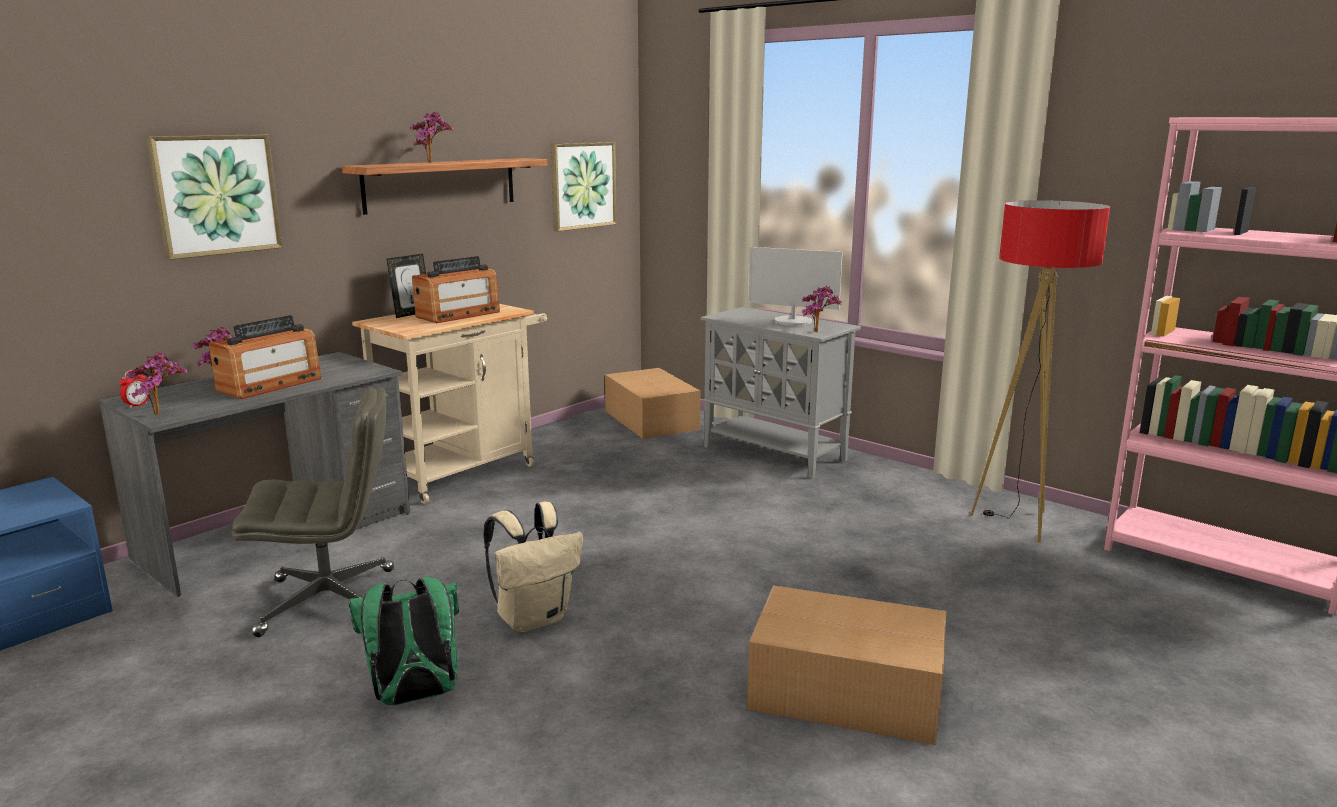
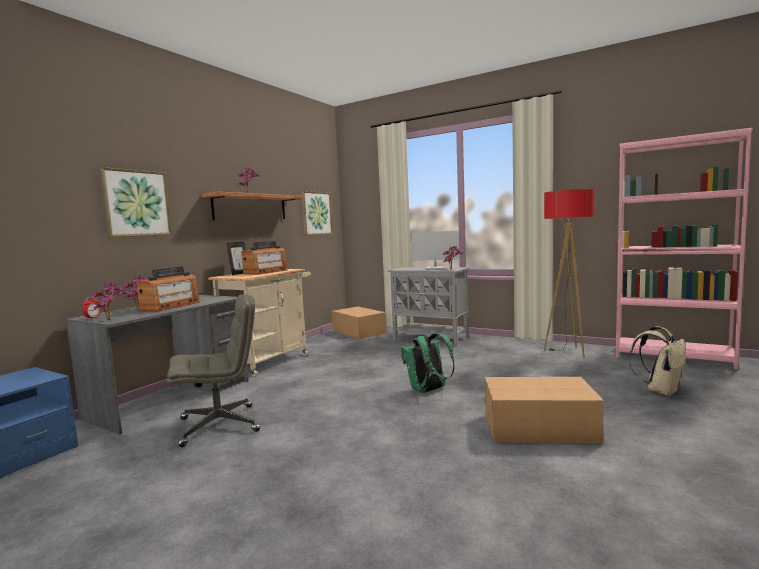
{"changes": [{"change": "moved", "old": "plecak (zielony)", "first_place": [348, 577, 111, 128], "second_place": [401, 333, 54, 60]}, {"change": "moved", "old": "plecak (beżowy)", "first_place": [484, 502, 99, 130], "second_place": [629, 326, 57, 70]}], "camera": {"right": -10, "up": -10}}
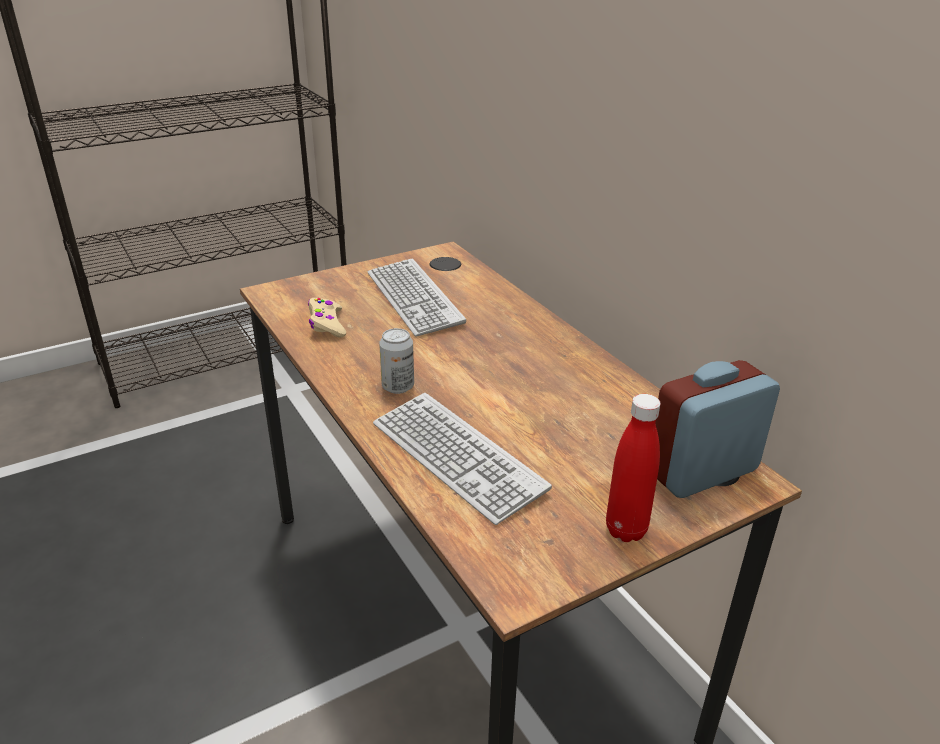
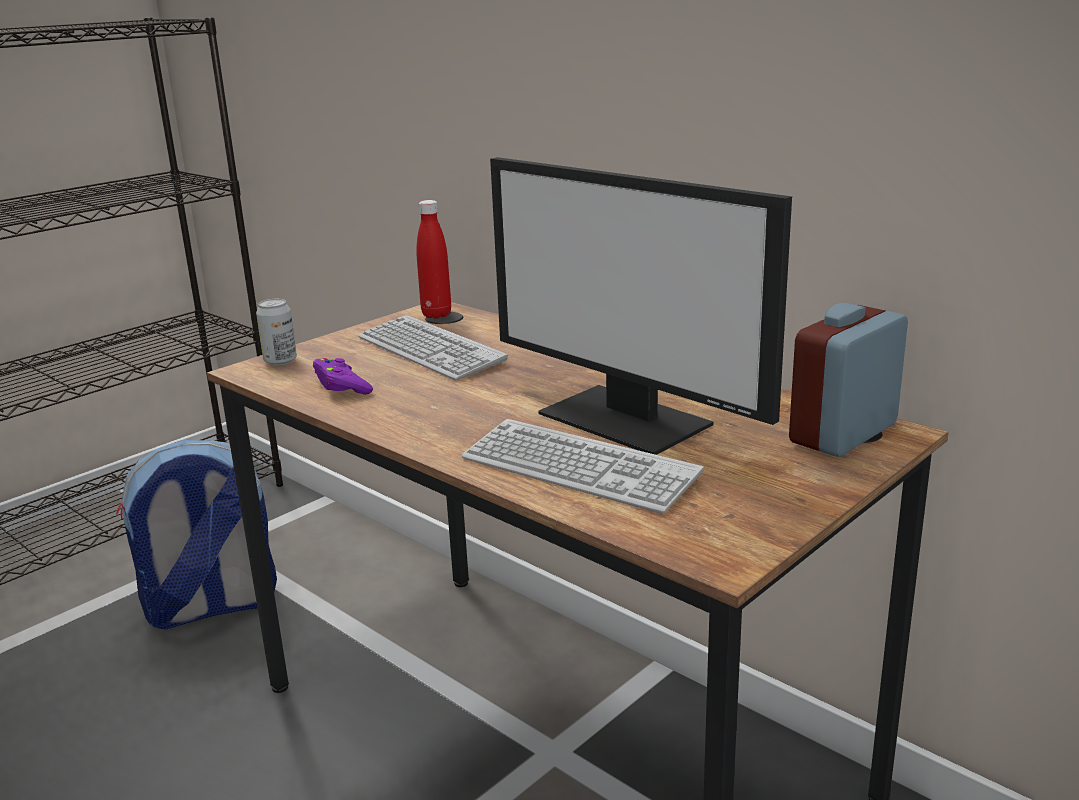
{"changes": [{"change": "added", "new": "plecak", "second_place": [116, 440, 161, 189]}, {"change": "added", "new": "monitor", "second_place": [490, 157, 302, 298]}, {"change": "moved", "old": "puszka", "first_place": [379, 328, 35, 66], "second_place": [256, 299, 41, 66]}, {"change": "moved", "old": "butelka (czerwony)", "first_place": [606, 394, 55, 148], "second_place": [416, 200, 35, 119]}, {"change": "recoloured", "old": "pad do gier (beżowy)", "new": "pad do gier (fioletowy)", "first_place": [308, 298, 38, 40], "second_place": [313, 358, 60, 37]}], "camera": {"right": -15, "up": -10}}
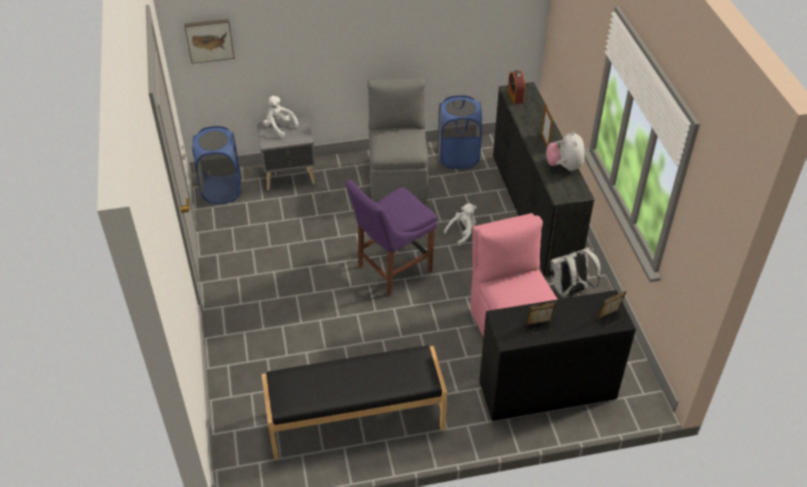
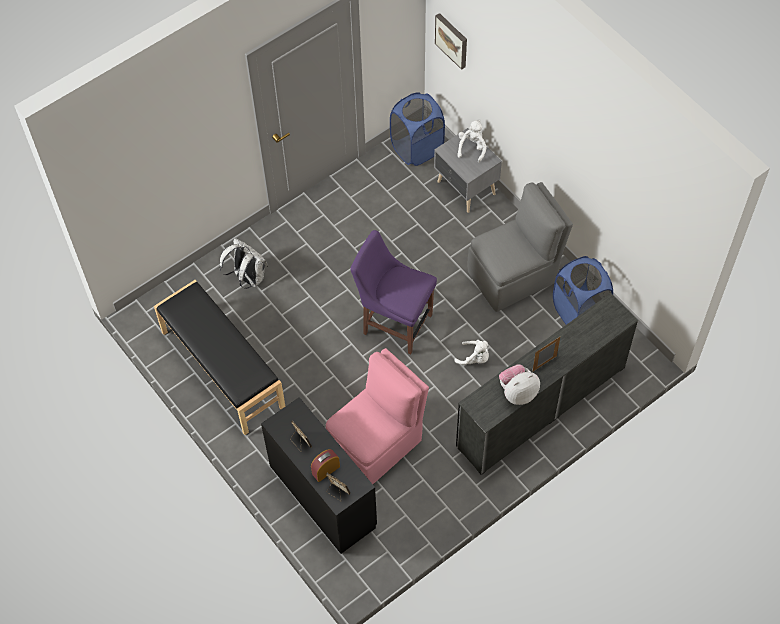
{"changes": [{"change": "moved", "old": "budzik", "first_place": [508, 70, 17, 34], "second_place": [311, 449, 29, 33]}, {"change": "moved", "old": "plecak (biały)", "first_place": [550, 247, 51, 51], "second_place": [219, 238, 49, 51]}], "camera": {"right": 65, "up": 15}}
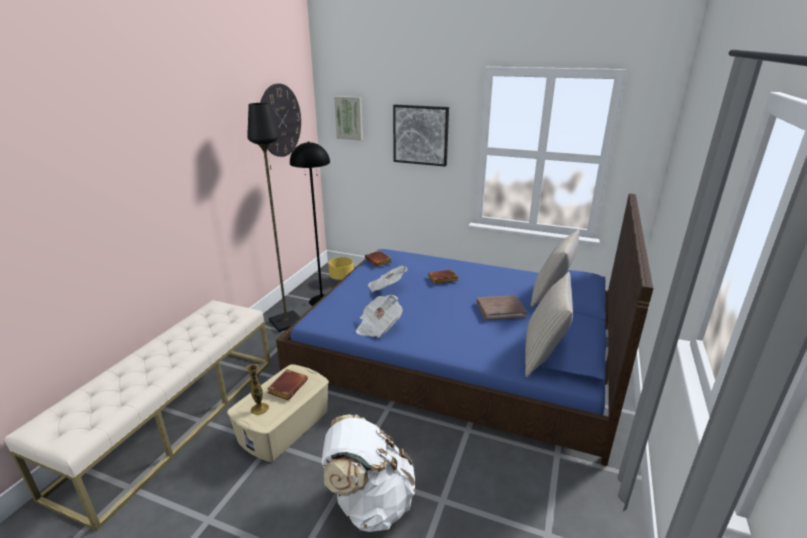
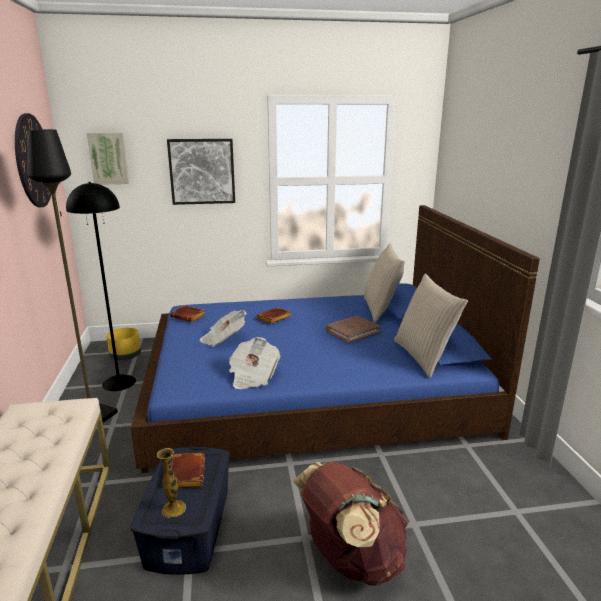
{"changes": [{"change": "recoloured", "old": "pojemnik do przechowywania (beżowy)", "new": "pojemnik do przechowywania (niebieski)", "first_place": [227, 364, 102, 98], "second_place": [130, 447, 100, 128]}, {"change": "recoloured", "old": "plecak (biały)", "new": "plecak (brązowy)", "first_place": [322, 414, 93, 118], "second_place": [293, 462, 115, 124]}], "camera": {"right": -30, "up": -5}}
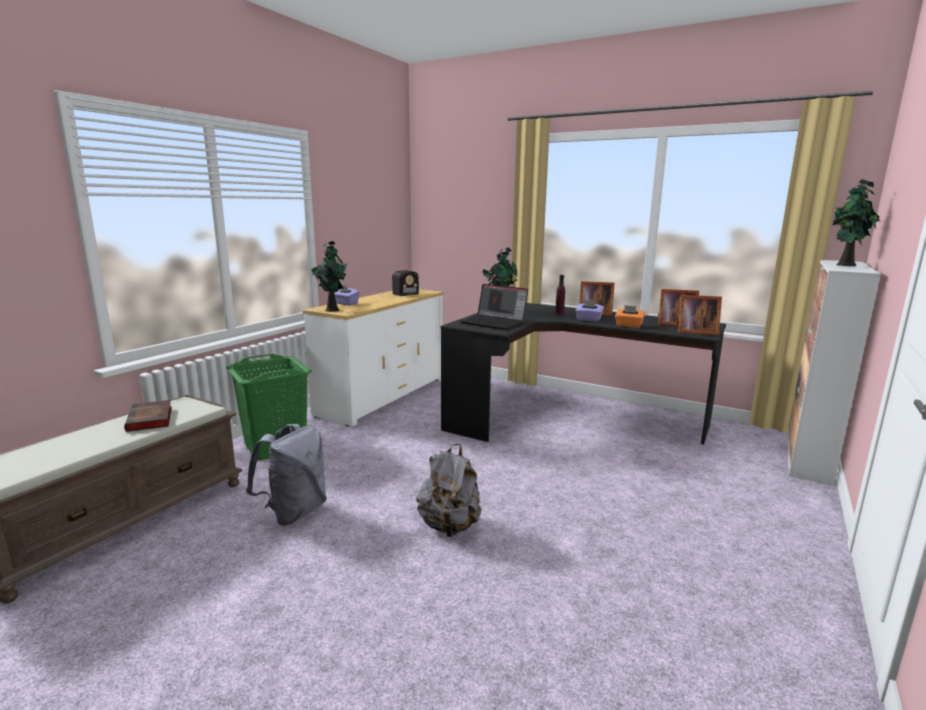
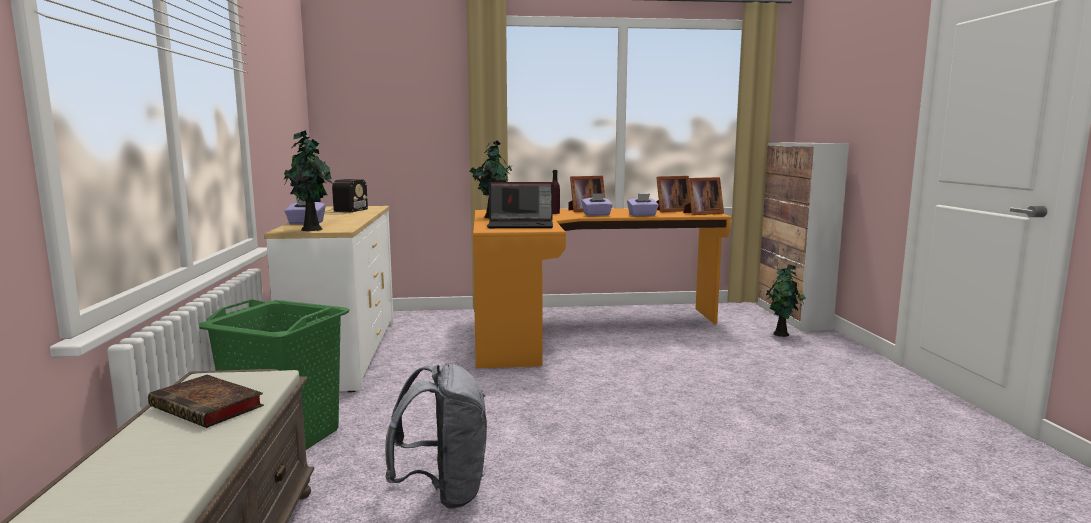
{"changes": [{"change": "removed", "old": "plecak (szary)", "first_place": [416, 444, 66, 93]}, {"change": "moved", "old": "roślina doniczkowa", "first_place": [832, 179, 48, 87], "second_place": [766, 264, 40, 73]}, {"change": "recoloured", "old": "biurko (czarny)", "new": "biurko (pomarańczowy)", "first_place": [440, 303, 286, 142], "second_place": [473, 208, 259, 160]}, {"change": "recoloured", "old": "pudełko chusteczek (pomarańczowy)", "new": "pudełko chusteczek (fioletowy)", "first_place": [615, 305, 30, 23], "second_place": [627, 194, 32, 22]}], "camera": {"right": -35, "up": -5}}
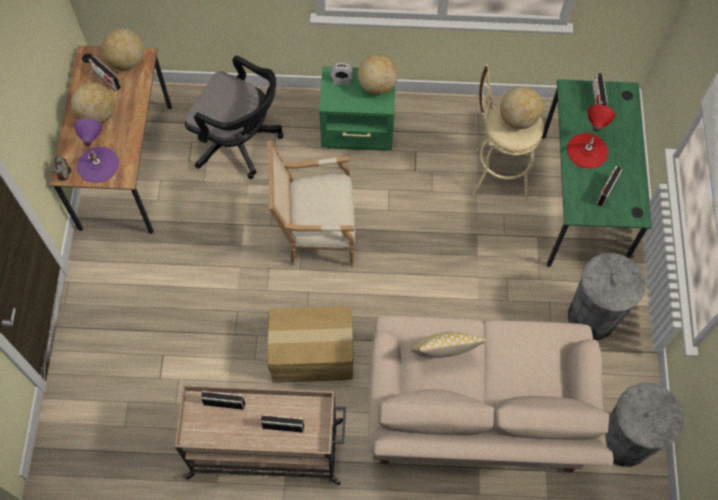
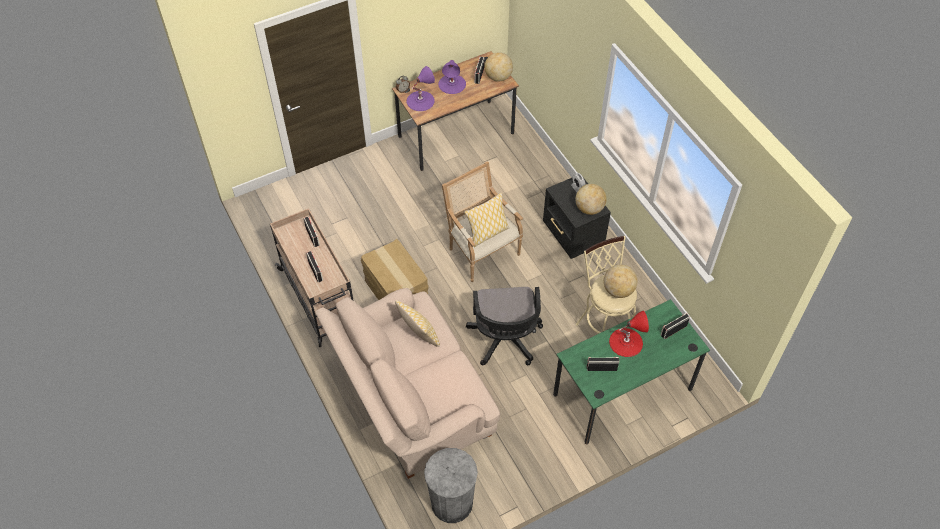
{"changes": [{"change": "removed", "old": "kosz na śmieci (szary)", "first_place": [568, 253, 77, 87]}, {"change": "added", "new": "poduszka", "second_place": [464, 192, 45, 55]}, {"change": "moved", "old": "krzesło biurowe (czarny)", "first_place": [185, 56, 98, 123], "second_place": [466, 287, 77, 79]}, {"change": "replaced", "old": "globus", "new": "lampa stołowa (fioletowy)", "first_place": [71, 83, 44, 41], "second_place": [438, 60, 28, 34]}, {"change": "recoloured", "old": "szafka nocna (zielony)", "new": "szafka nocna (czarny)", "first_place": [319, 66, 76, 85], "second_place": [543, 177, 68, 82]}], "camera": {"right": 60, "up": -10}}
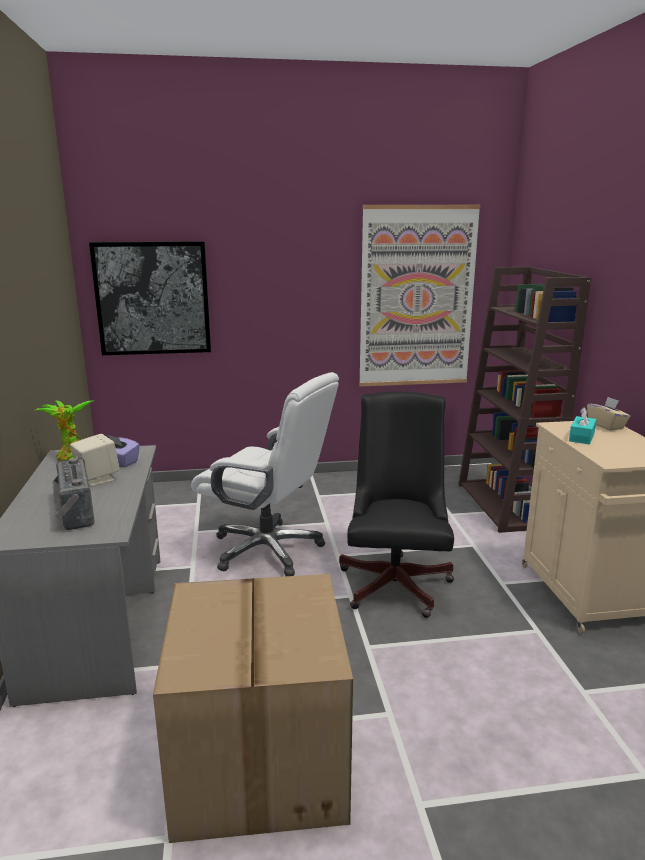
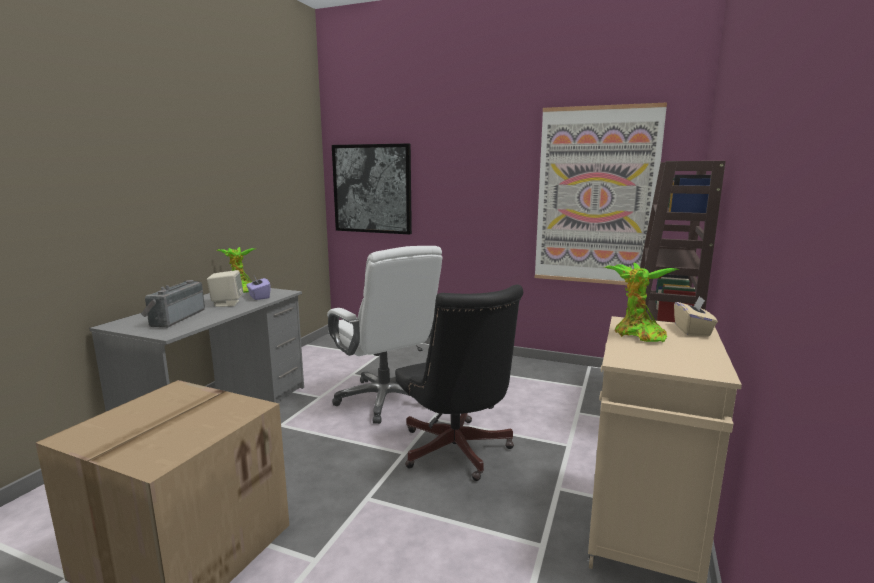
{"changes": [{"change": "replaced", "old": "pudełko chusteczek (turkusowy)", "new": "roślina doniczkowa", "first_place": [569, 407, 28, 38], "second_place": [604, 263, 75, 79]}, {"change": "turned", "old": "krzesło biurowe (czarny)", "first_place": [339, 391, 115, 227], "second_place": [395, 285, 128, 196], "degrees": 120}], "camera": {"right": 30, "up": -5}}
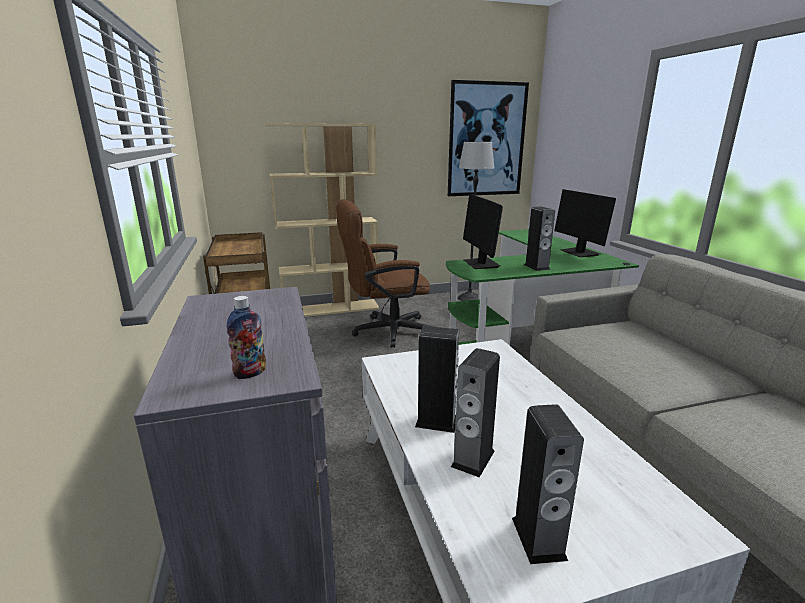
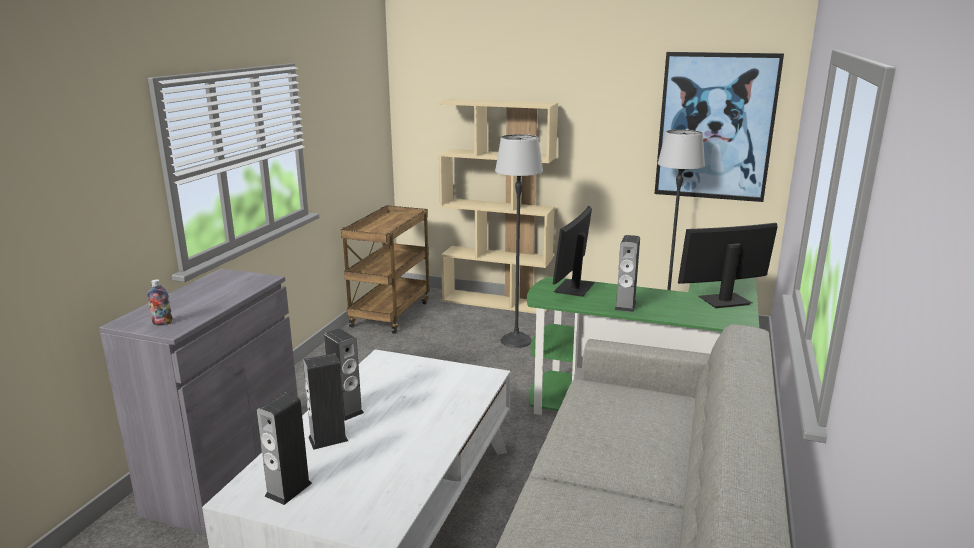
{"changes": [{"change": "replaced", "old": "krzesło biurowe (brązowy)", "new": "lampa stojąca", "first_place": [336, 199, 97, 149], "second_place": [495, 134, 48, 214]}, {"change": "turned", "old": "monitor", "first_place": [554, 189, 62, 68], "second_place": [678, 223, 100, 85], "degrees": 60}], "camera": {"right": 35, "up": 0}}
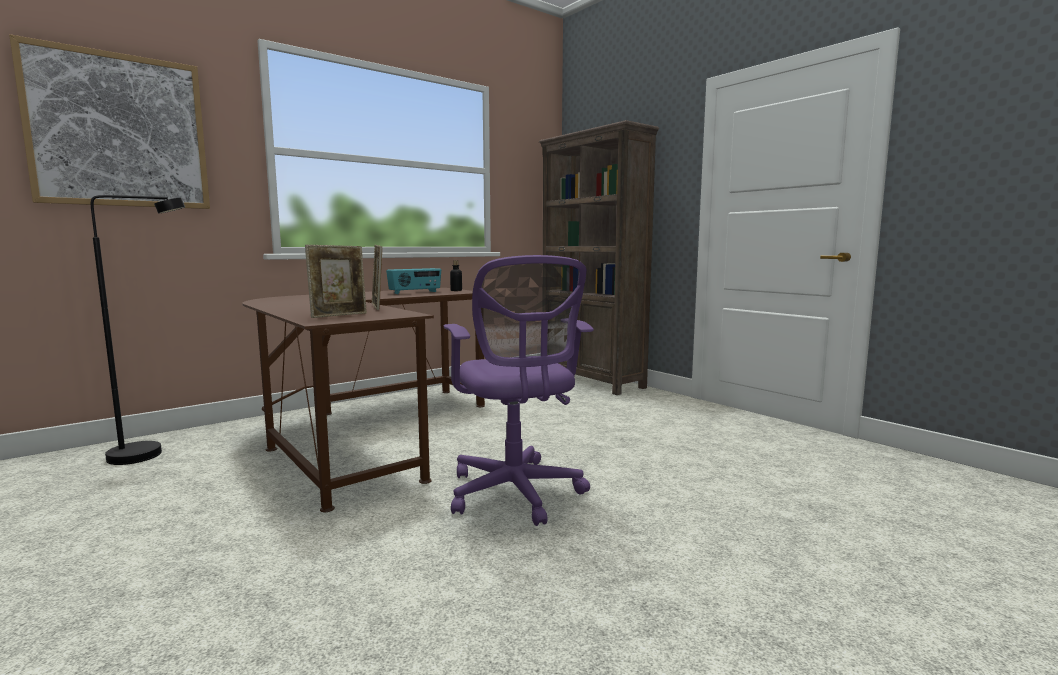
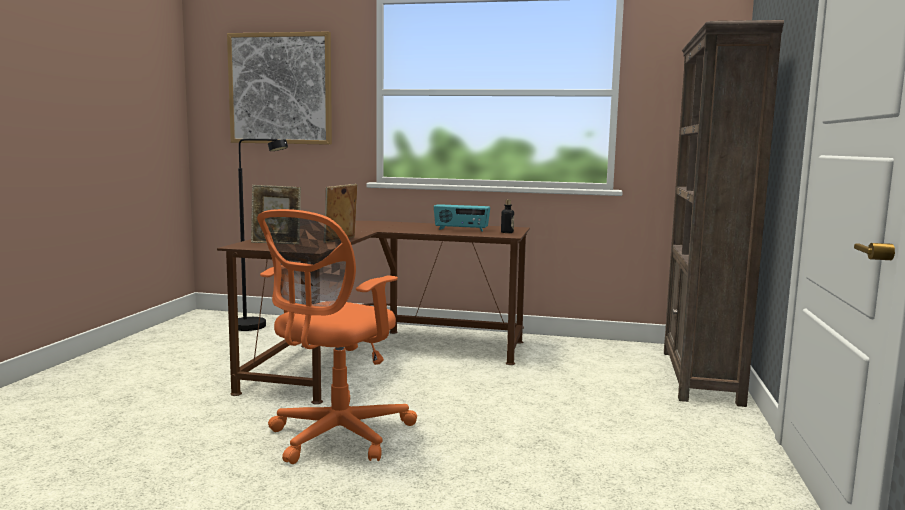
{"changes": [{"change": "recoloured", "old": "krzesło biurowe (fioletowy)", "new": "krzesło biurowe (pomarańczowy)", "first_place": [444, 255, 150, 271], "second_place": [257, 209, 160, 255]}], "camera": {"right": 50, "up": 0}}
